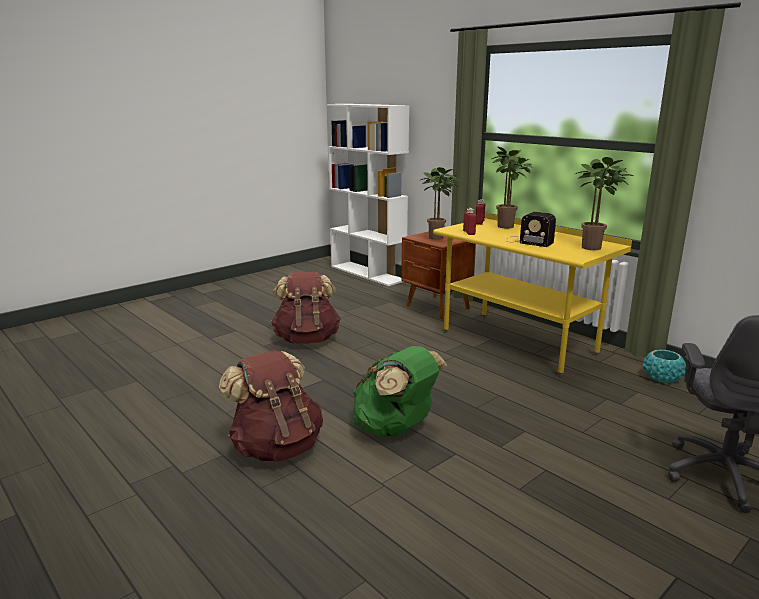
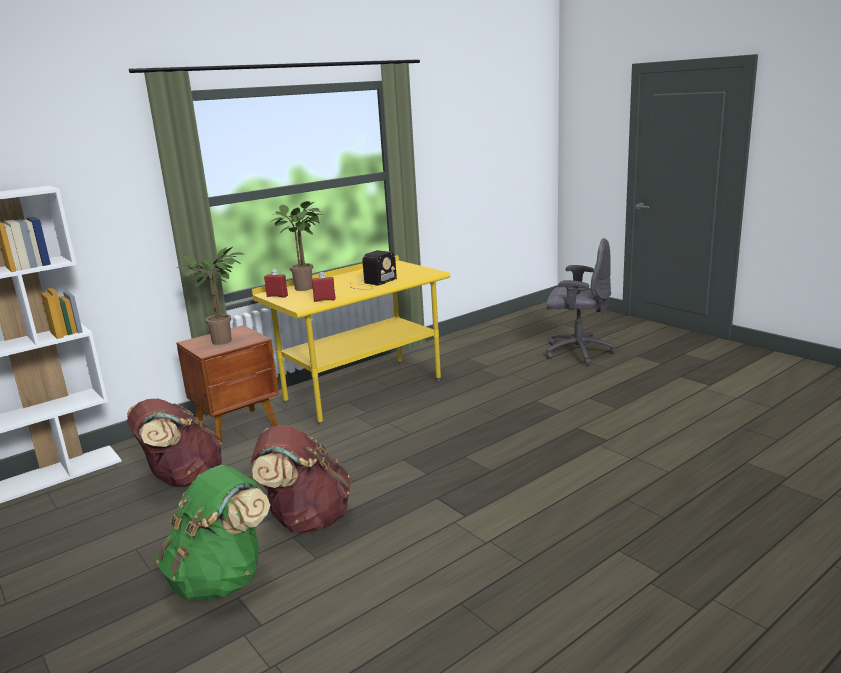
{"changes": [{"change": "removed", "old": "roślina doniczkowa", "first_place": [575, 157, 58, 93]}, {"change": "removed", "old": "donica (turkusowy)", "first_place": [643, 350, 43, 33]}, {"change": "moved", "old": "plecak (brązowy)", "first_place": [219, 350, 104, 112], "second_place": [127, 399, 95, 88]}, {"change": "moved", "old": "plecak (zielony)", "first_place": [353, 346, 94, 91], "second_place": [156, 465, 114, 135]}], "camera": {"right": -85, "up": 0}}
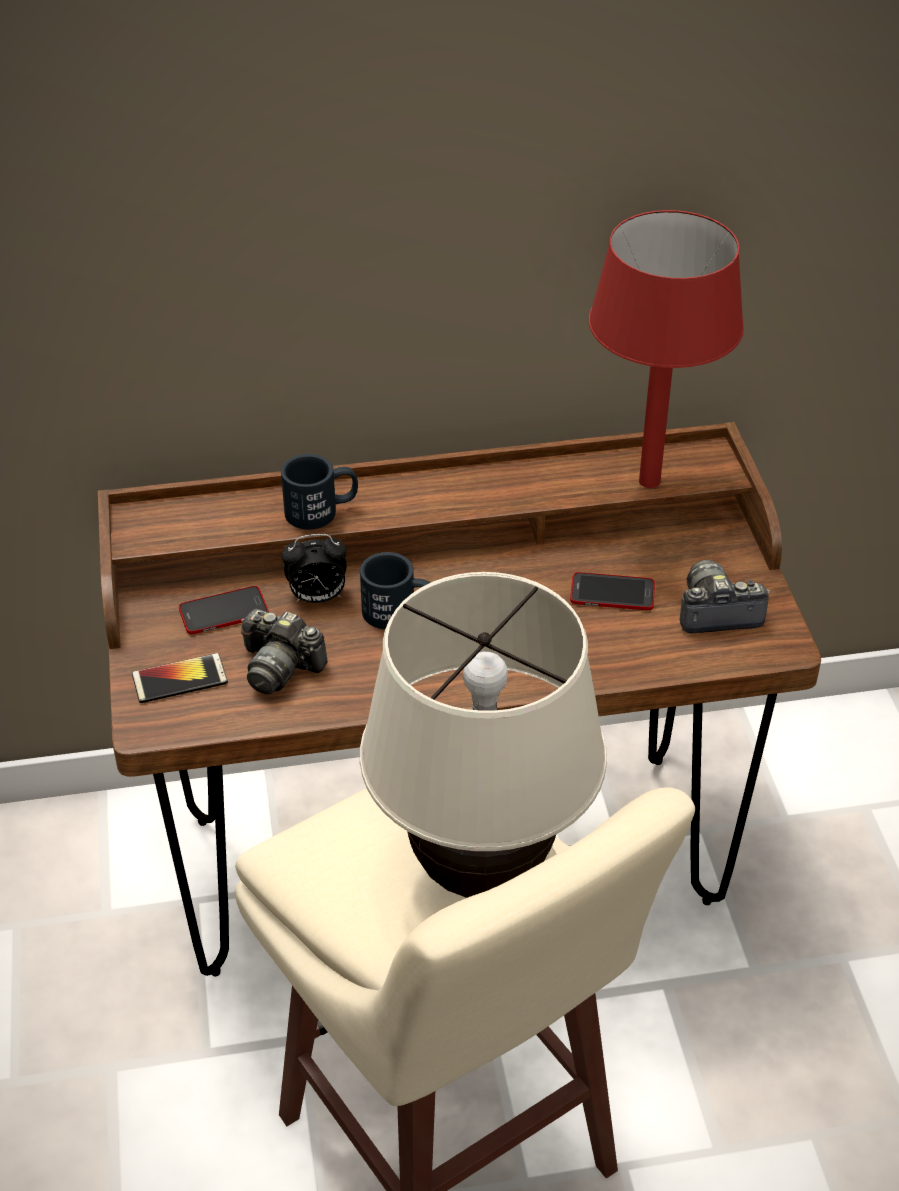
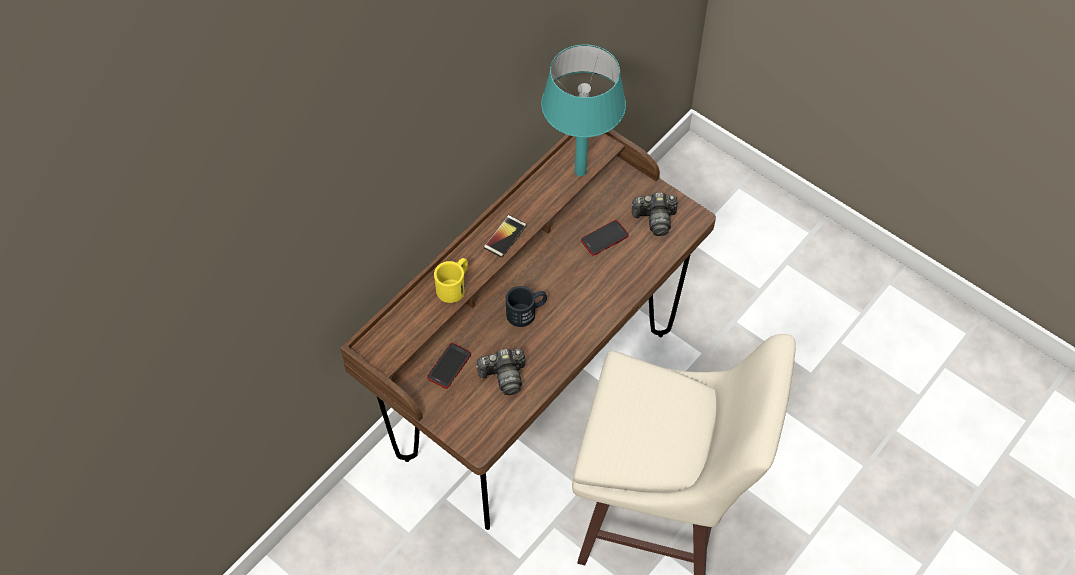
{"changes": [{"change": "removed", "old": "budzik", "first_place": [282, 534, 65, 69]}, {"change": "removed", "old": "lampa stołowa (beżowy)", "first_place": [360, 572, 247, 326]}, {"change": "moved", "old": "telefon", "first_place": [132, 653, 96, 50], "second_place": [484, 215, 43, 42]}, {"change": "recoloured", "old": "kubek (czarny)", "new": "kubek (żółty)", "first_place": [281, 454, 77, 75], "second_place": [434, 258, 34, 45]}, {"change": "recoloured", "old": "lampa stołowa (czerwony)", "new": "lampa stołowa (turkusowy)", "first_place": [589, 210, 155, 278], "second_place": [541, 44, 85, 132]}, {"change": "turned", "old": "aparat fotograficzny", "first_place": [680, 560, 90, 73], "second_place": [631, 193, 47, 43], "degrees": -135}], "camera": {"right": -40, "up": 15}}
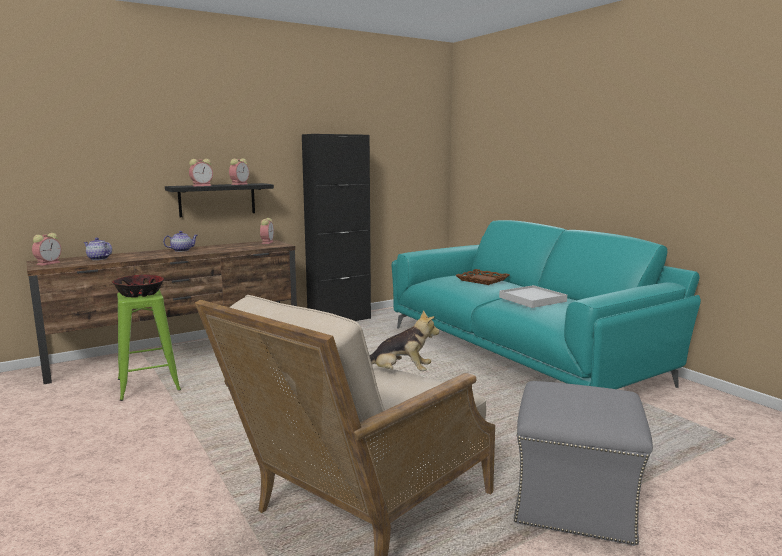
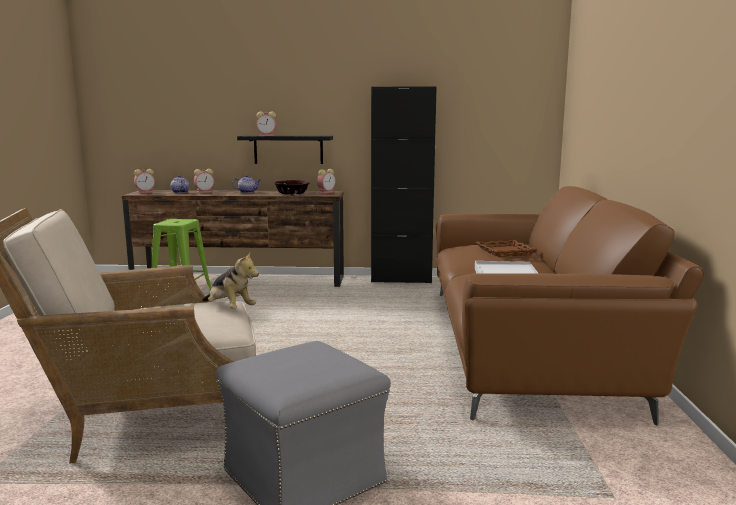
{"changes": [{"change": "moved", "old": "miska", "first_place": [112, 275, 52, 23], "second_place": [274, 180, 36, 15]}, {"change": "moved", "old": "budzik", "first_place": [229, 158, 20, 27], "second_place": [194, 169, 20, 24]}, {"change": "recoloured", "old": "kanapa (turkusowy)", "new": "kanapa (brązowy)", "first_place": [392, 220, 309, 169], "second_place": [436, 186, 268, 239]}], "camera": {"right": 35, "up": 0}}
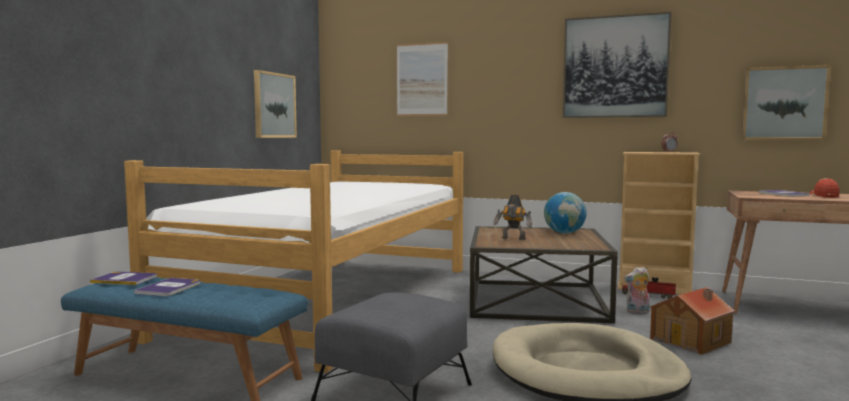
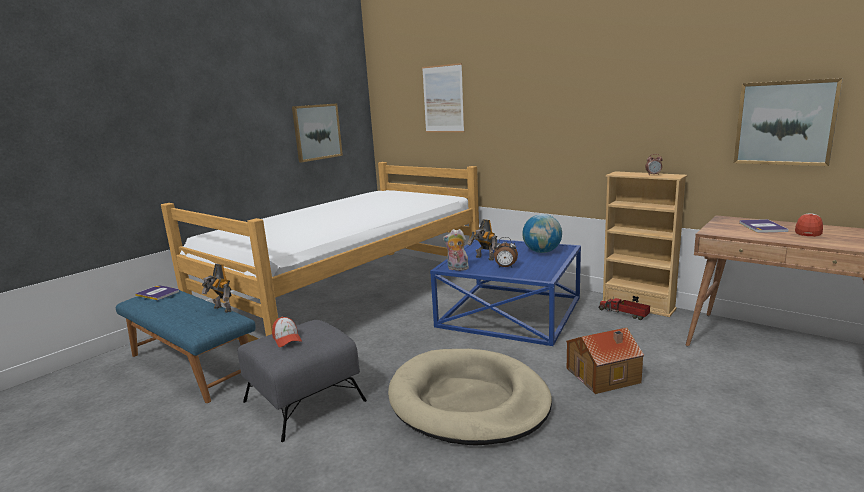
{"changes": [{"change": "removed", "old": "książka", "first_place": [134, 278, 66, 18]}, {"change": "removed", "old": "obraz", "first_place": [563, 12, 109, 106]}, {"change": "added", "new": "robot zabawkowy", "second_place": [202, 263, 30, 50]}, {"change": "added", "new": "czapka z daszkiem", "second_place": [272, 317, 30, 30]}, {"change": "added", "new": "budzik", "second_place": [494, 237, 24, 31]}, {"change": "moved", "old": "pluszak", "first_place": [624, 267, 26, 46], "second_place": [443, 229, 26, 42]}, {"change": "recoloured", "old": "ława (brązowy)", "new": "ława (niebieski)", "first_place": [470, 226, 148, 97], "second_place": [430, 239, 151, 107]}], "camera": {"right": 20, "up": 10}}
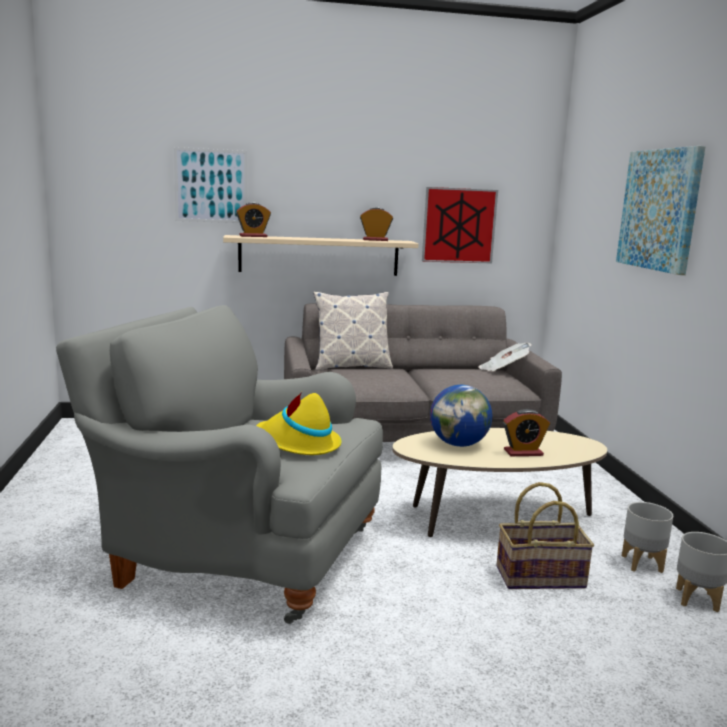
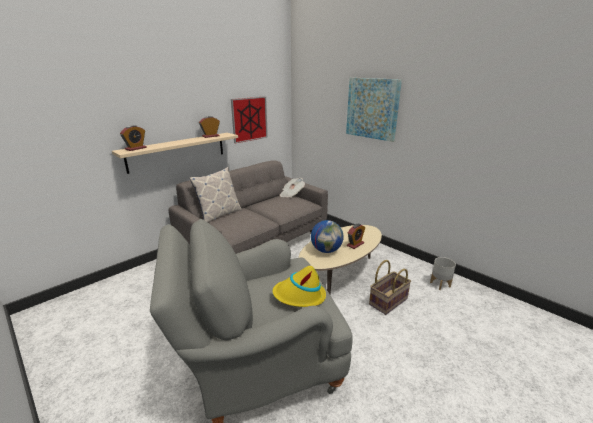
{"changes": [{"change": "removed", "old": "obraz", "first_place": [174, 147, 73, 76]}, {"change": "removed", "old": "donica (szary)", "first_place": [622, 502, 51, 71]}], "camera": {"right": -35, "up": 10}}
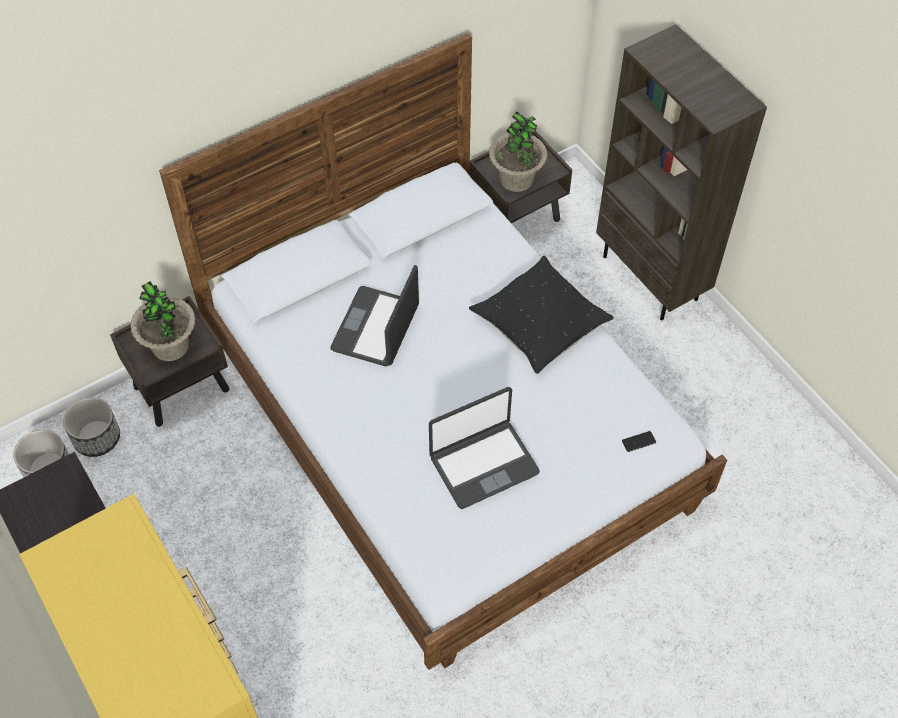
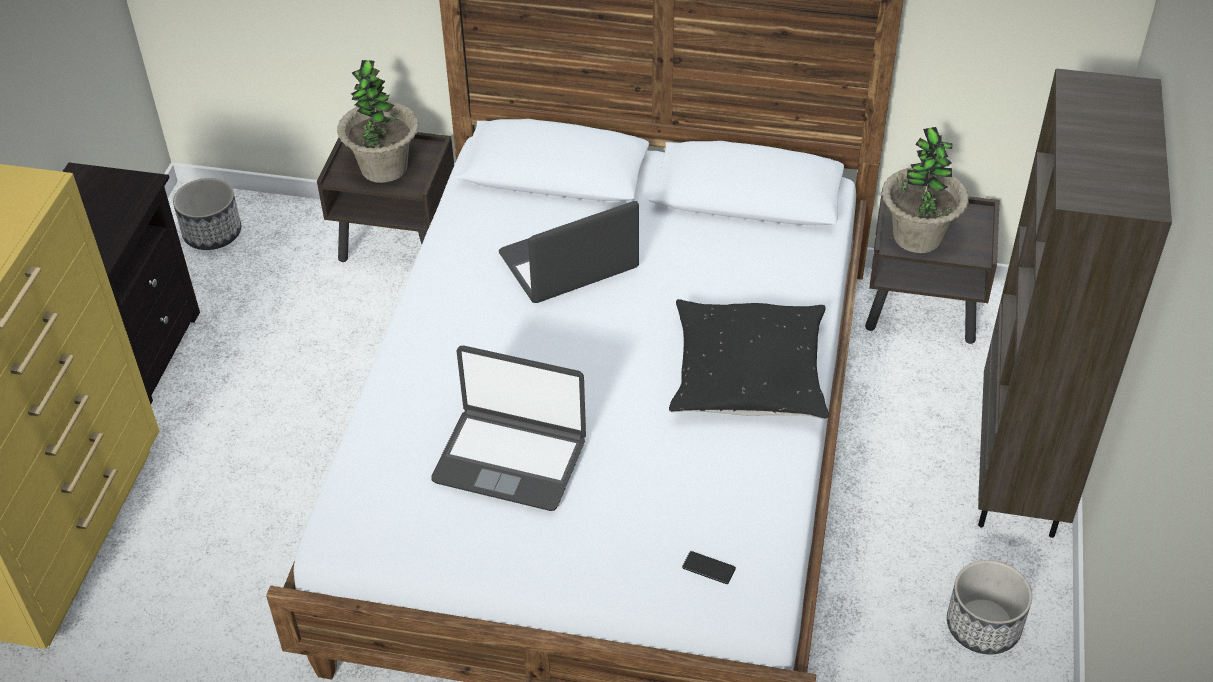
{"changes": [{"change": "moved", "old": "donica", "first_place": [63, 398, 57, 59], "second_place": [947, 560, 85, 94]}], "camera": {"right": 45, "up": -10}}
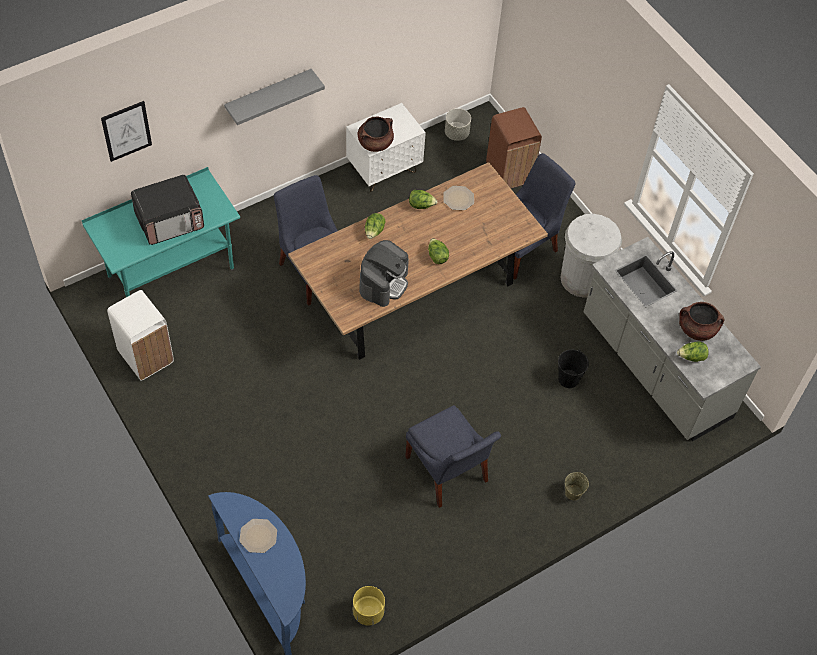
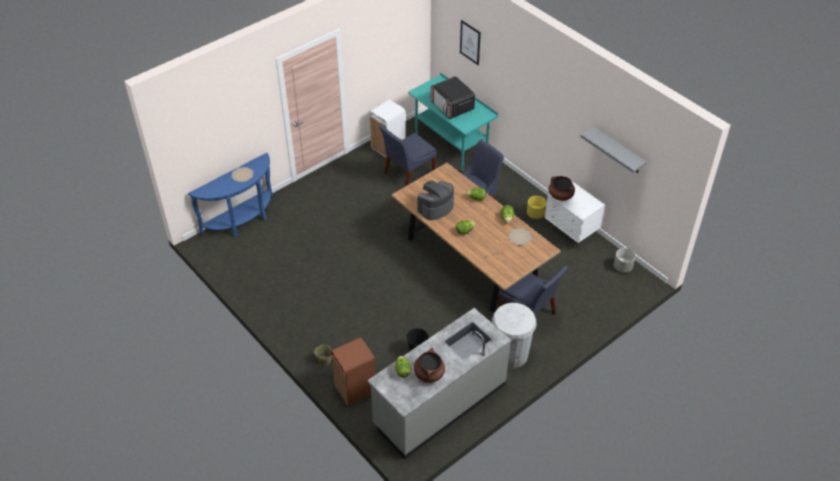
{"changes": [{"change": "moved", "old": "półka (szary)", "first_place": [224, 69, 101, 56], "second_place": [580, 127, 67, 46]}, {"change": "moved", "old": "donica (żółty)", "first_place": [353, 586, 32, 39], "second_place": [527, 196, 19, 23]}, {"change": "moved", "old": "krzesło (niebieski)", "first_place": [405, 405, 96, 103], "second_place": [379, 125, 57, 61]}, {"change": "moved", "old": "kosz na śmieci (brązowy)", "first_place": [486, 107, 56, 81], "second_place": [331, 337, 45, 69]}, {"change": "turned", "old": "ekspres do kawy", "first_place": [359, 240, 50, 67], "second_place": [417, 180, 37, 40], "degrees": 120}], "camera": {"right": 85, "up": -10}}
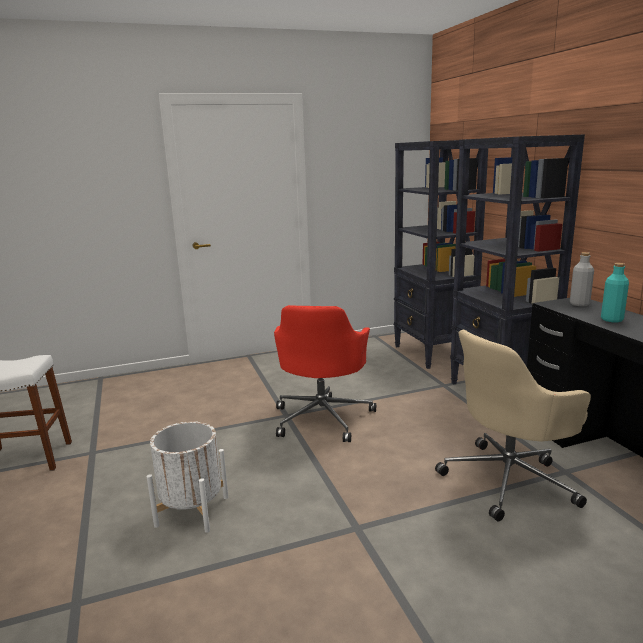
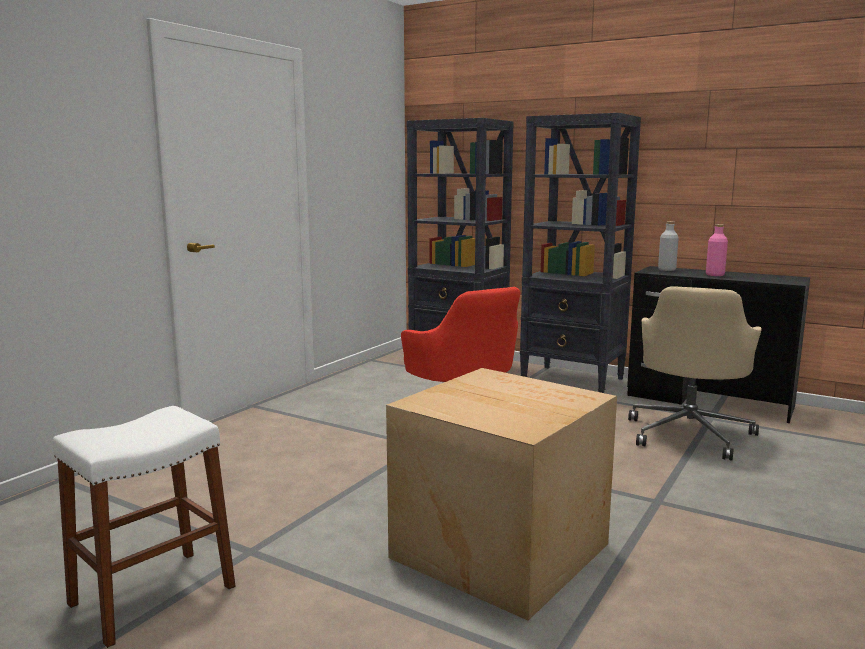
{"changes": [{"change": "replaced", "old": "donica (biały)", "new": "karton", "first_place": [146, 421, 82, 112], "second_place": [386, 368, 231, 253]}, {"change": "recoloured", "old": "butelka (turkusowy)", "new": "butelka (różowy)", "first_place": [601, 263, 28, 59], "second_place": [706, 224, 22, 52]}], "camera": {"right": -40, "up": -5}}
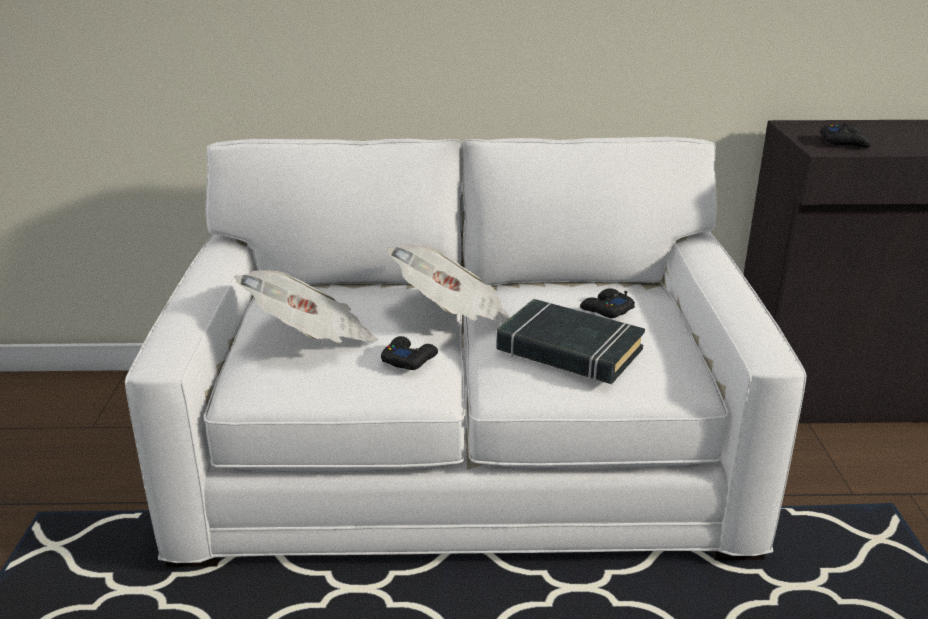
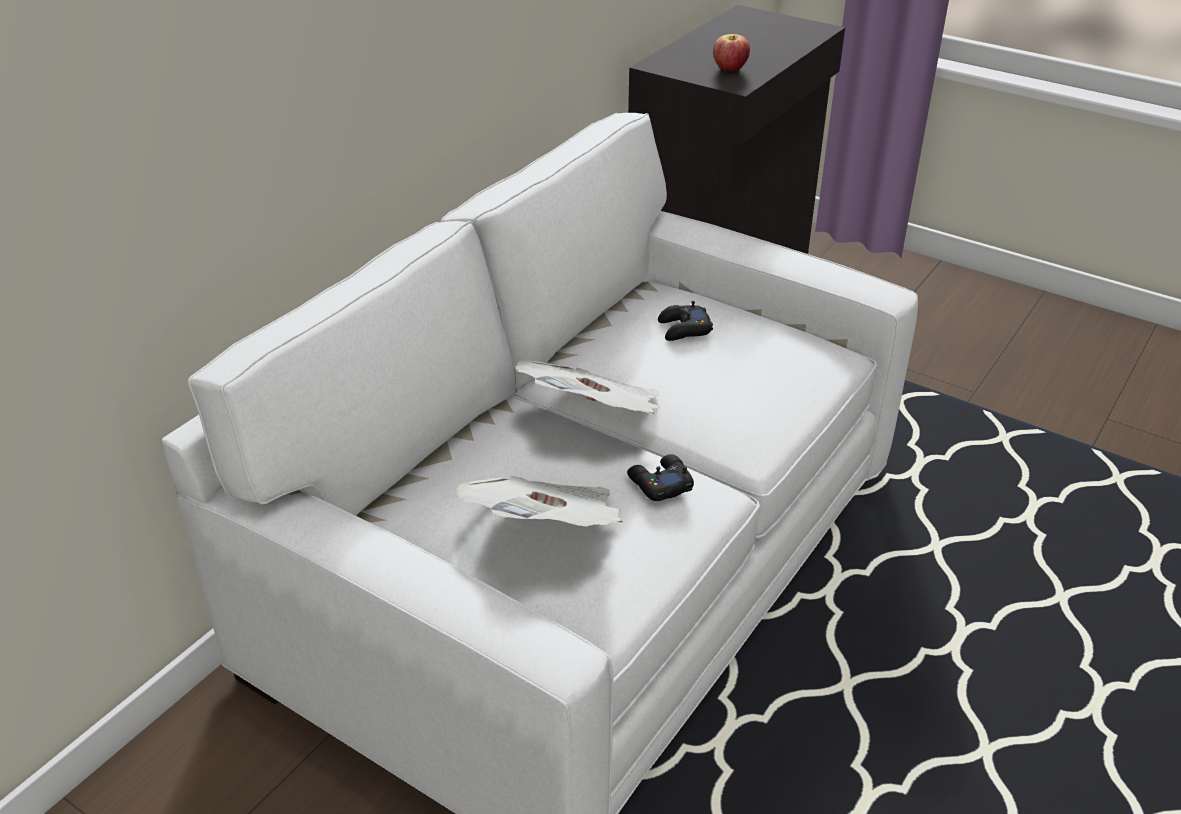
{"changes": [{"change": "removed", "old": "książka (czarny)", "first_place": [496, 299, 149, 85]}, {"change": "replaced", "old": "pad do gier (czarny)", "new": "jabłko", "first_place": [820, 123, 51, 25], "second_place": [713, 34, 37, 37]}], "camera": {"right": -55, "up": 10}}
